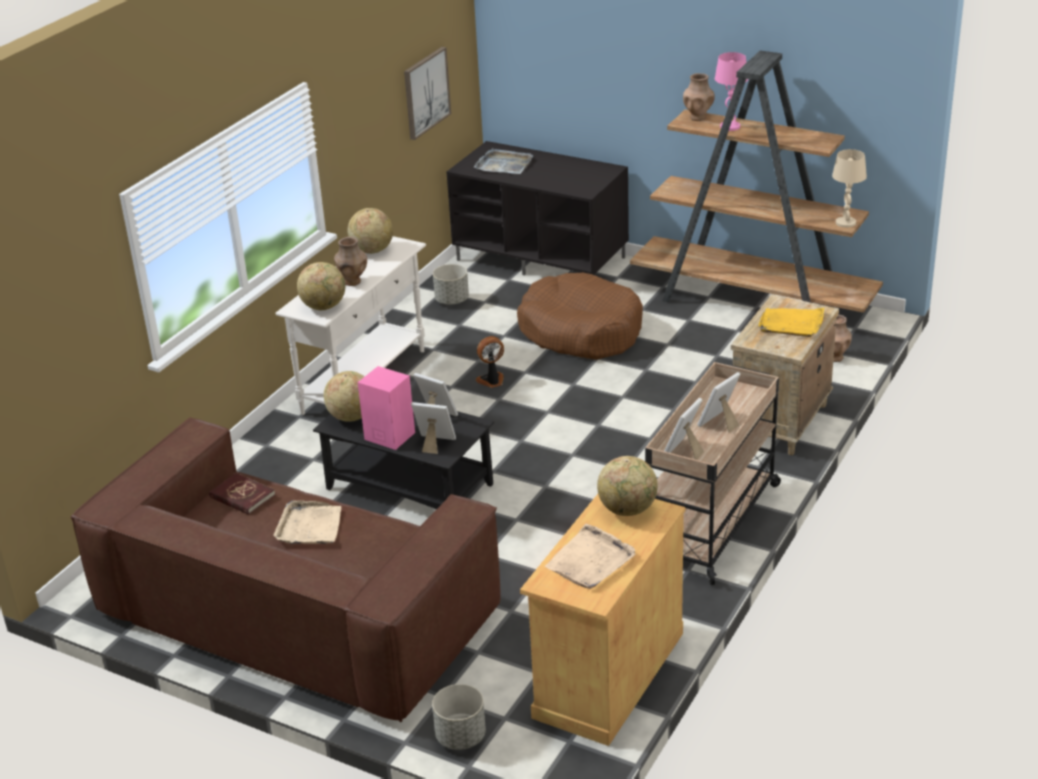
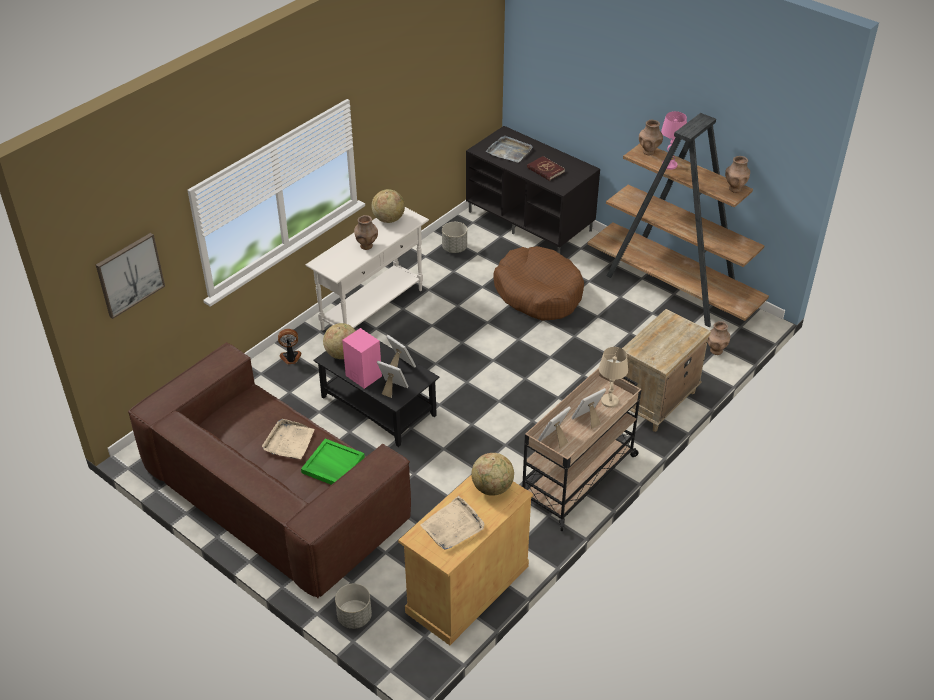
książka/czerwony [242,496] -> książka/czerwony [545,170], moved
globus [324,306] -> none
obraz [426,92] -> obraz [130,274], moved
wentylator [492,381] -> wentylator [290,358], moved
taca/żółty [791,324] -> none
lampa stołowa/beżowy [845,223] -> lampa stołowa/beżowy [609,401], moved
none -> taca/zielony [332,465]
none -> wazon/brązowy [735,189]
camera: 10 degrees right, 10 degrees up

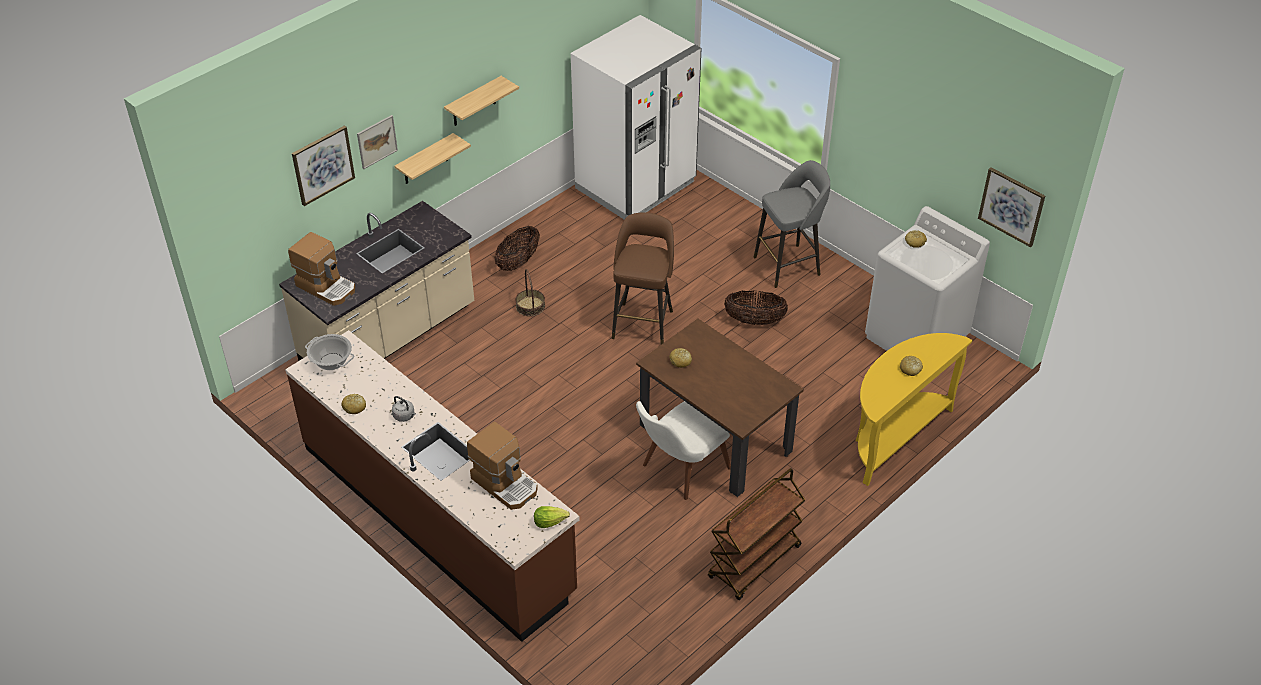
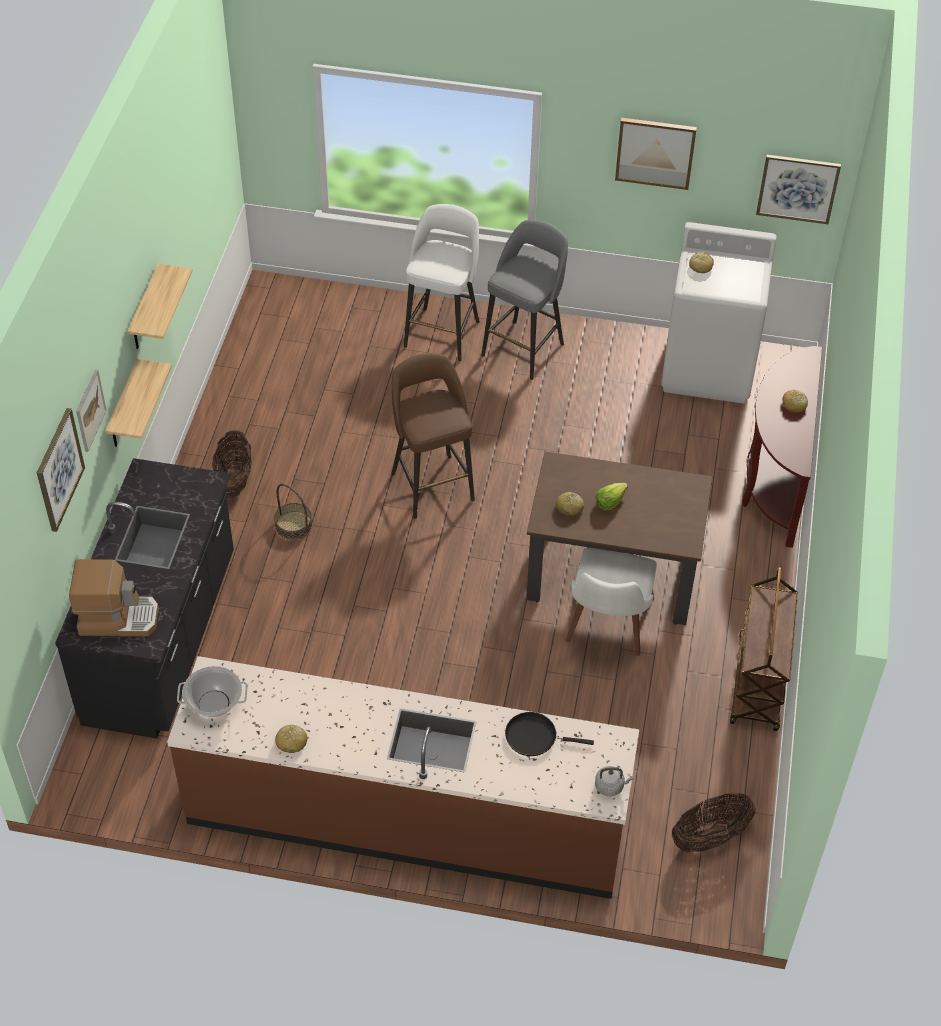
zabudowa kuchenna/beżowy [389,335] -> zabudowa kuchenna/czarny [163,640]
czajnik/szary [405,416] -> czajnik/szary [611,786], moved
ekspres do kawy [505,483] -> patelnia/czarny [535,737]
sałata [550,521] -> sałata [610,501], moved
lodówka/biały [636,185] -> none
koszyk [754,320] -> koszyk [710,837], moved
stolik konsolowy/żółty [894,436] -> stolik konsolowy/brązowy [774,483]
none -> stołek/biały [443,332]
none -> obraz [655,152]
camera: 35 degrees left, 5 degrees up

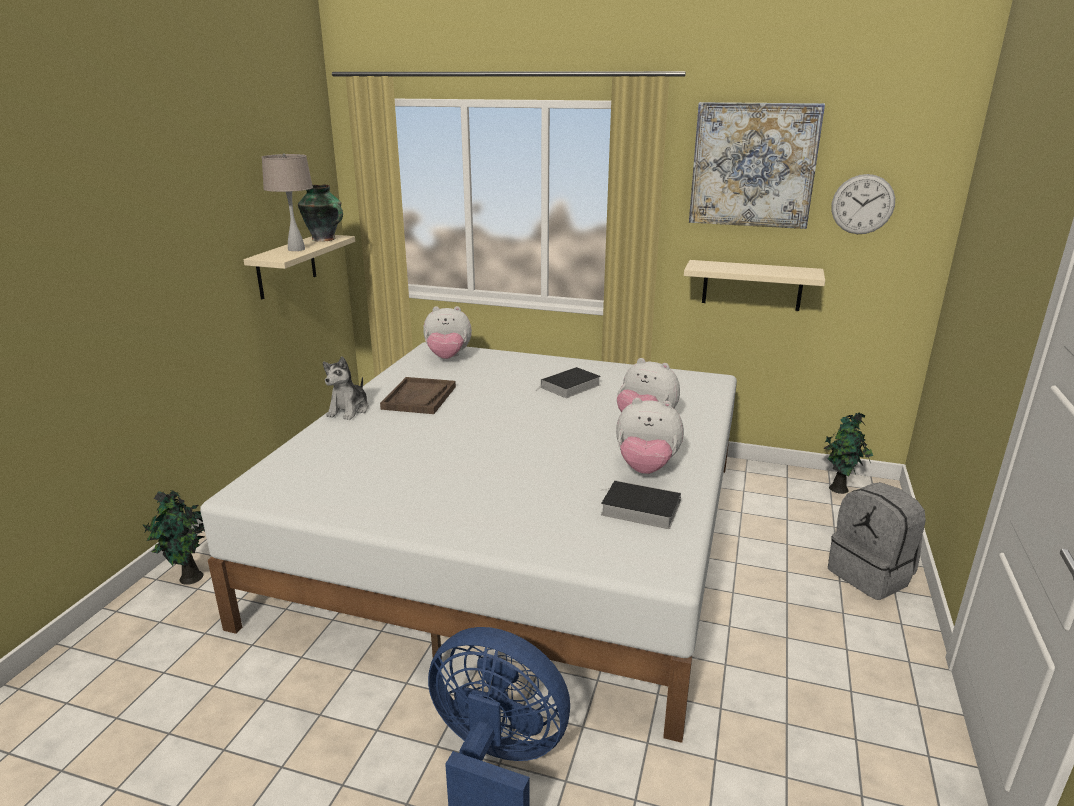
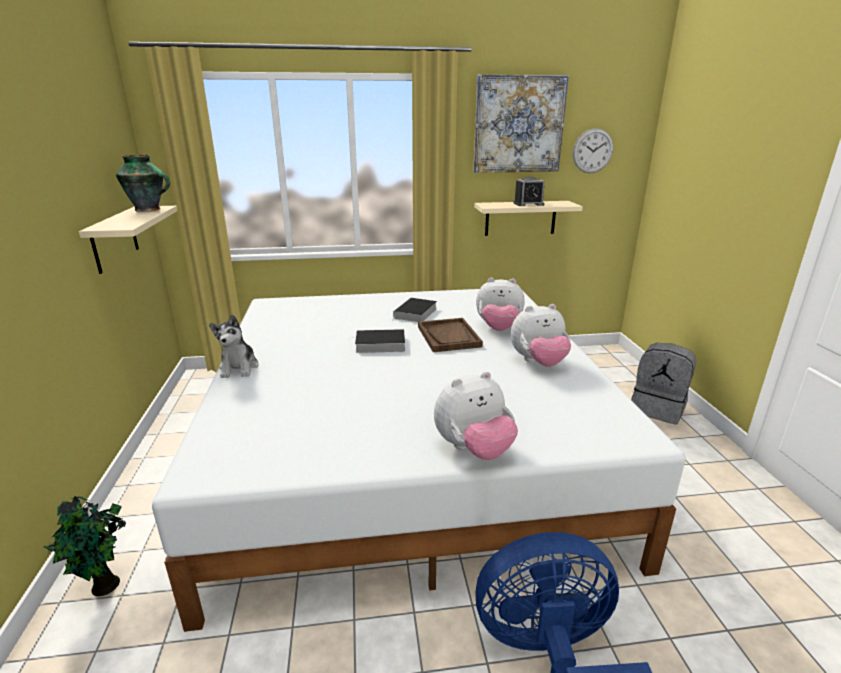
lampa stołowa/beżowy [296,249] -> none
taca/brązowy [419,398] -> taca/brązowy [449,336], moved
pluszak [448,357] -> pluszak [473,449], moved
książka [638,509] -> książka [378,344], moved
roślina doniczkowa [840,489] -> none
none -> budzik [528,204]
camera: 25 degrees left, 0 degrees up

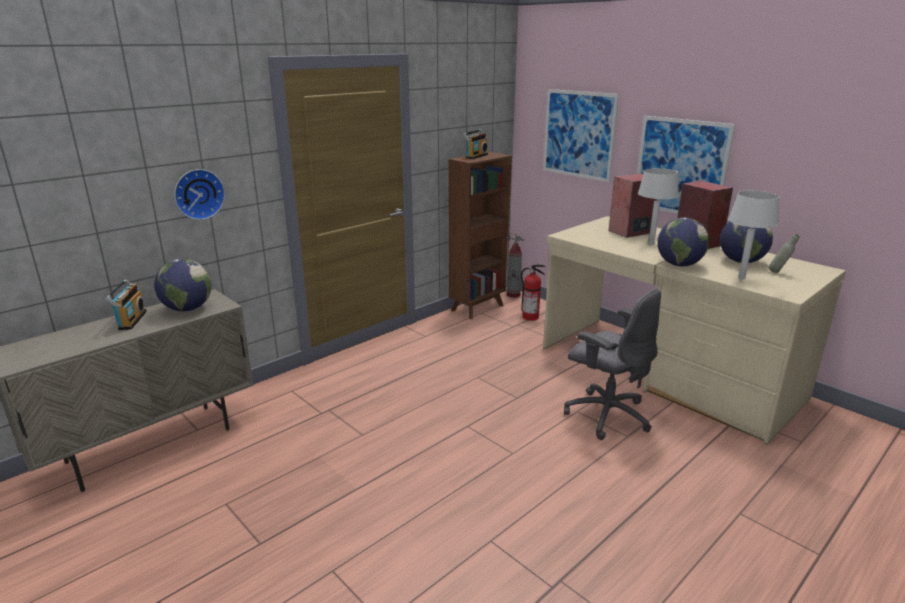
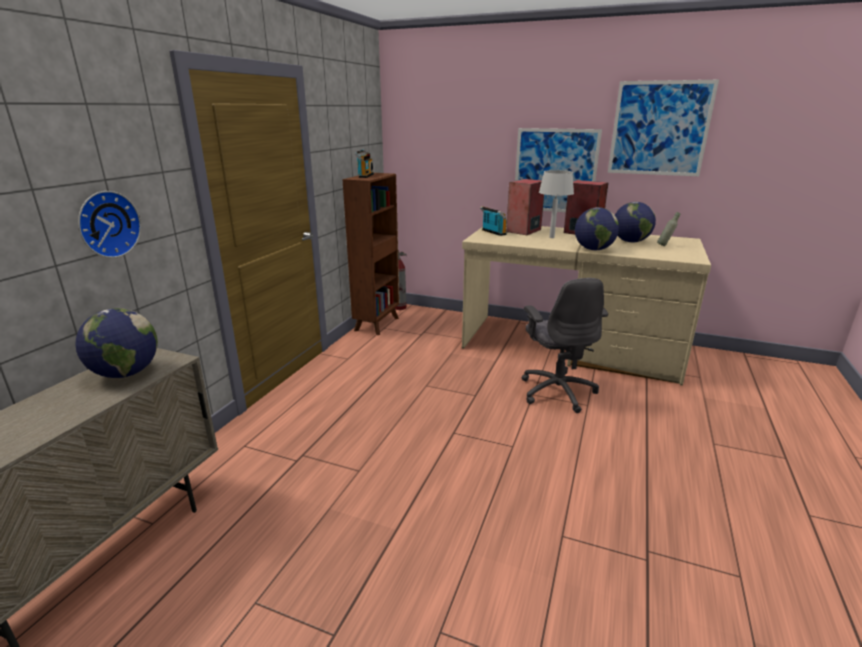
radio [130,320] -> radio [492,232], moved
gaśnica [531,317] -> none
obraz [578,134] -> obraz [659,129], moved
krzesło biurowe/szary [606,414] -> krzesło biurowe/szary [557,391], 60 degrees clockwise
lampa stołowa/szary [741,278] -> none
camera: 25 degrees left, 0 degrees up

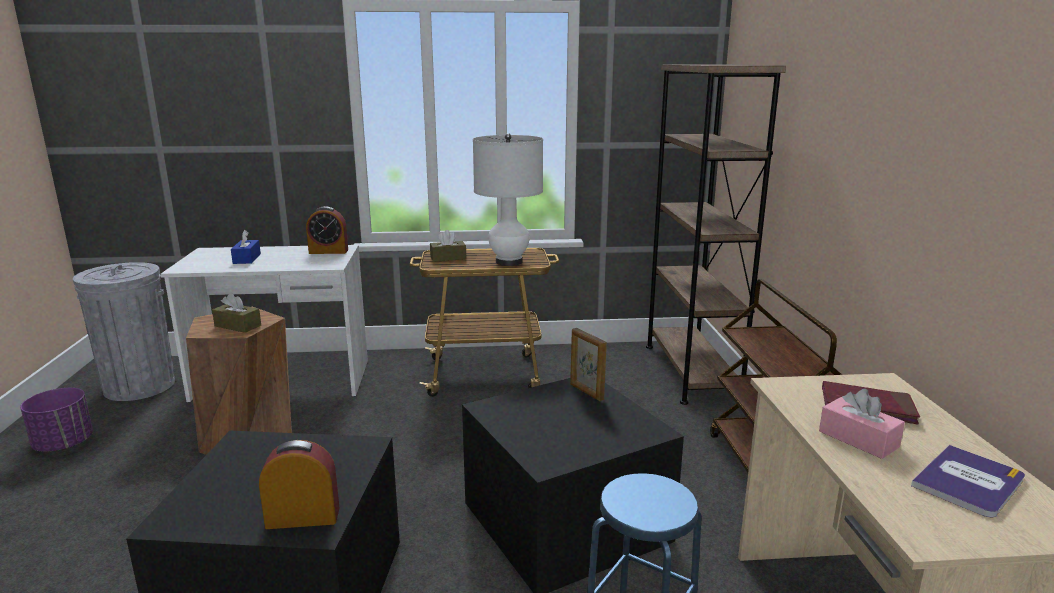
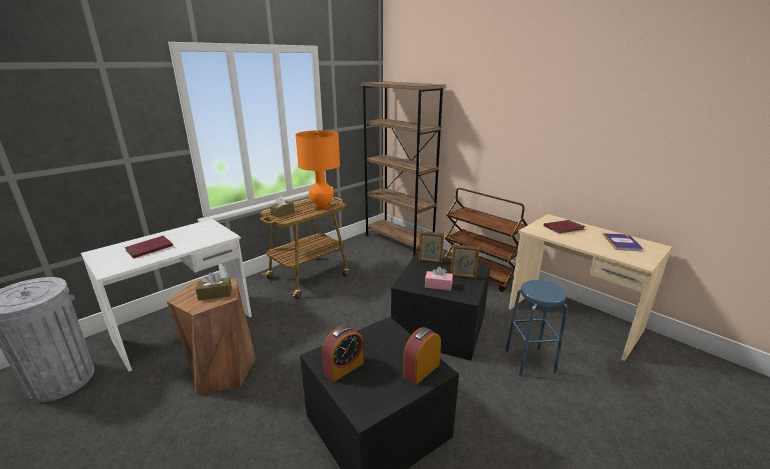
donica/fioletowy [64,444] -> none
pudełko chusteczek/niebieski [247,259] -> książka/czerwony [149,249]
budzik [328,251] -> budzik [344,368], moved
lampa stołowa/biały [509,262] -> lampa stołowa/pomarańczowy [322,207]
pudełko chusteczek/różowy [858,439] -> pudełko chusteczek/różowy [438,285], moved
none -> ramka na zdjęcie [463,276]
camera: 40 degrees left, 5 degrees up

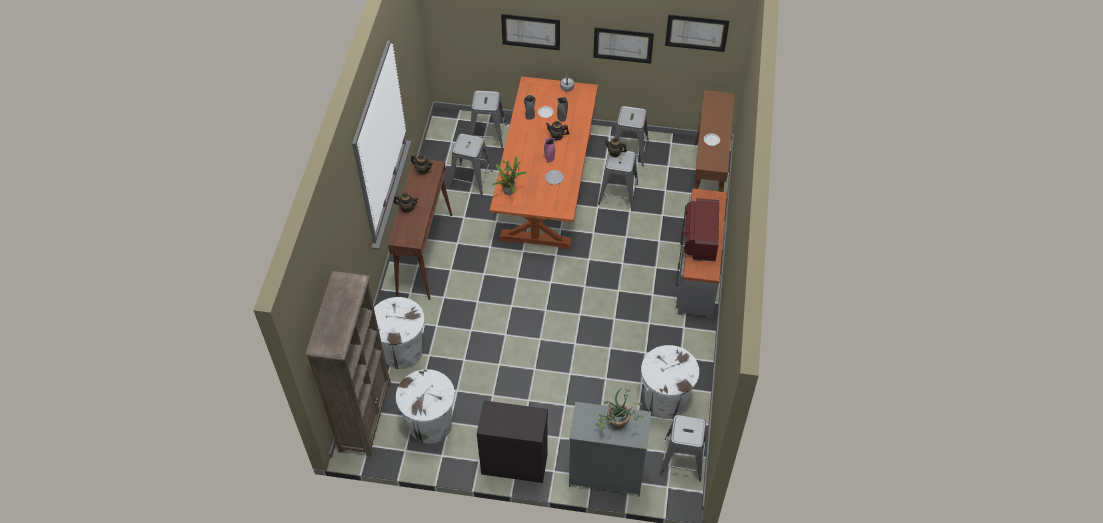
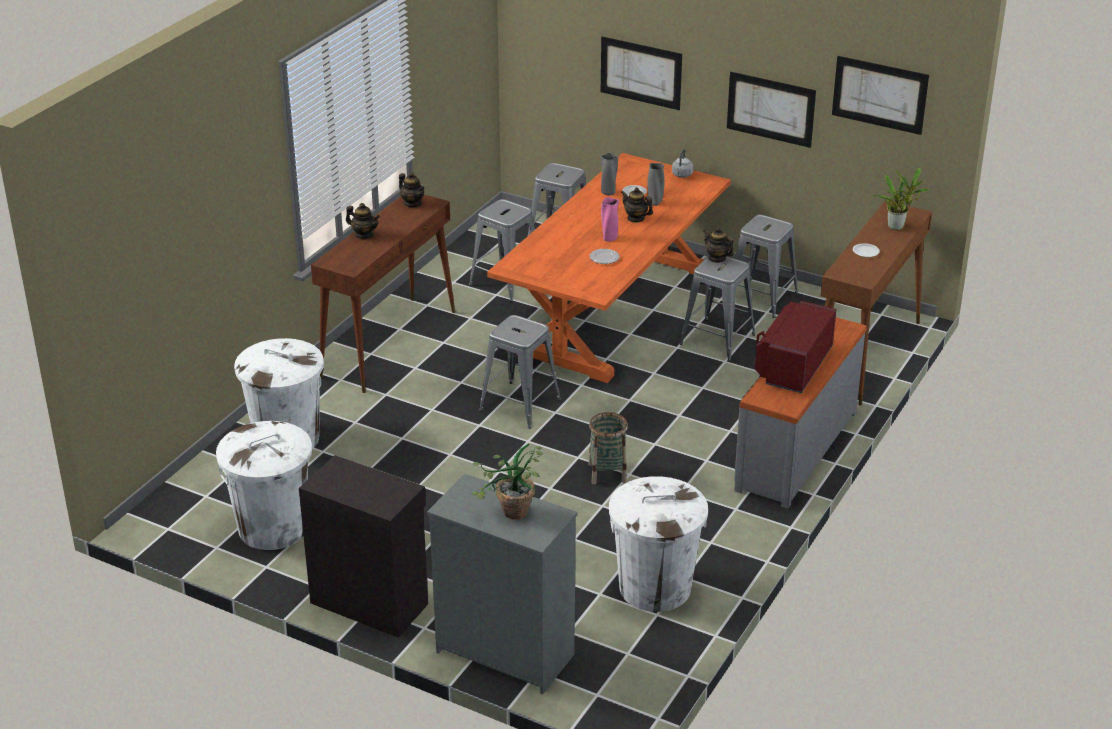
regał/brązowy [365,416] -> none
roślina doniczkowa [509,191] -> roślina doniczkowa [897,226], moved
stołek/szary [683,459] -> stołek/szary [520,405], moved
none -> koszyk [607,473]
camera: 20 degrees right, 20 degrees down

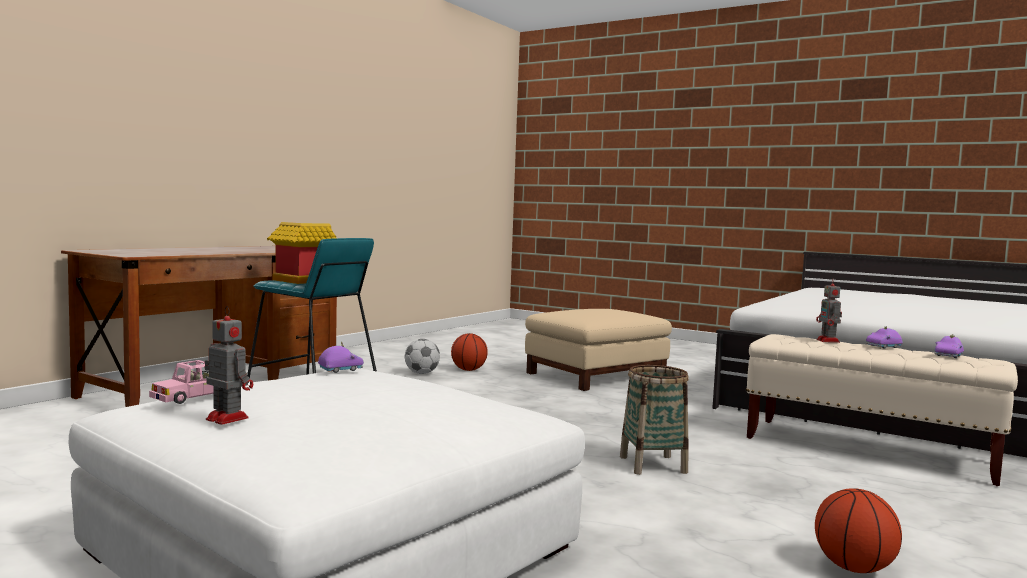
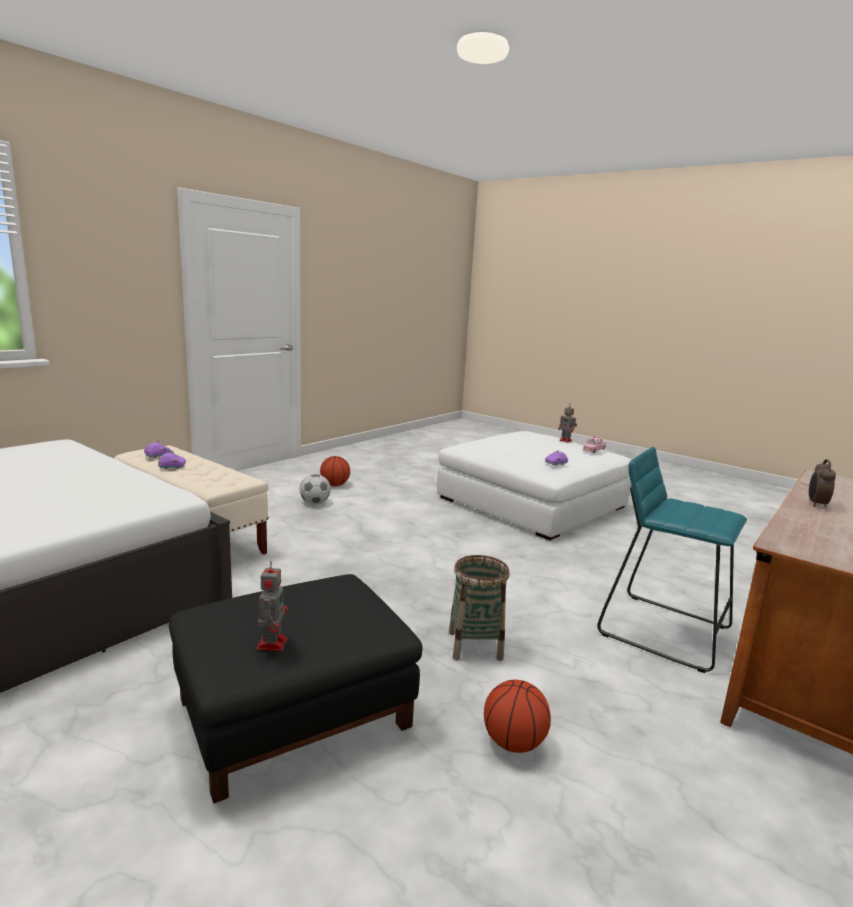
domek [300,281] -> none
piłka futbolowa [421,373] -> piłka futbolowa [315,503], moved
pufa/beżowy [595,375] -> pufa/czarny [294,714]
koszyk [653,465] -> koszyk [475,645], moved
robot zabawkowy [828,341] -> robot zabawkowy [272,643], moved
none -> budzik [816,504]
camera: 175 degrees left, 10 degrees up

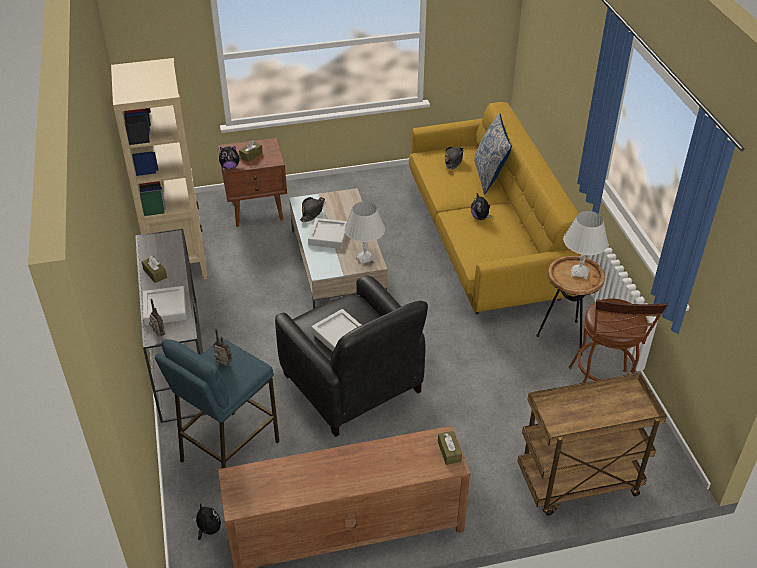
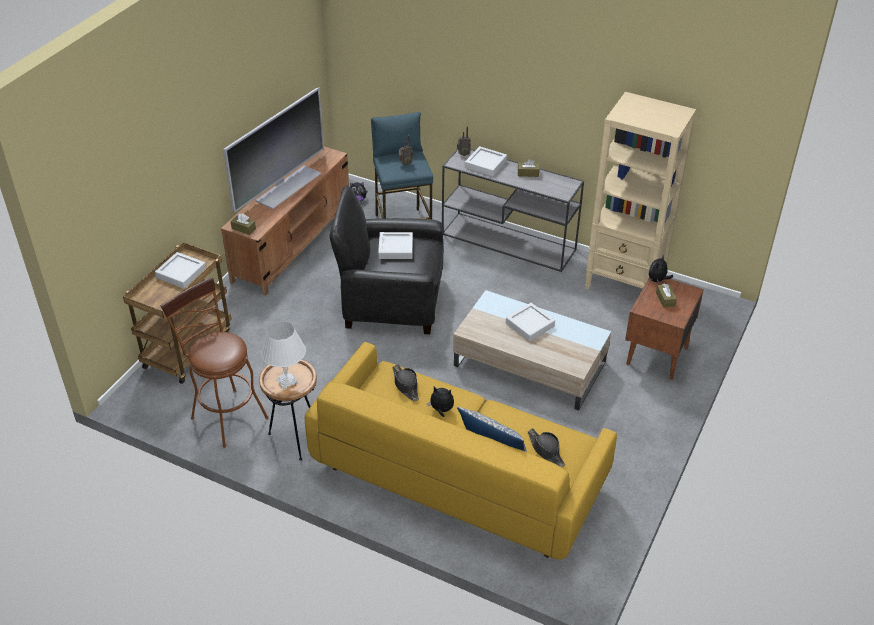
kapelusz/czarny [312,212] -> kapelusz/czarny [406,385], moved
lampa stołowa/biały [365,259] -> none
none -> taca/szary [181,273]
none -> telewizor [287,186]
camera: 130 degrees right, 0 degrees up

